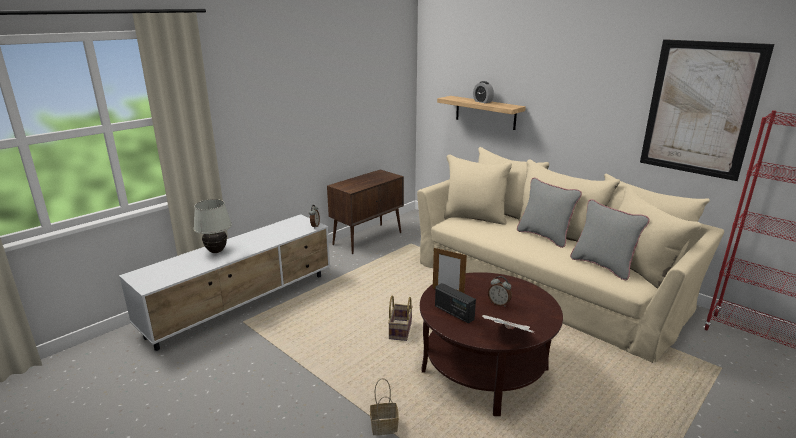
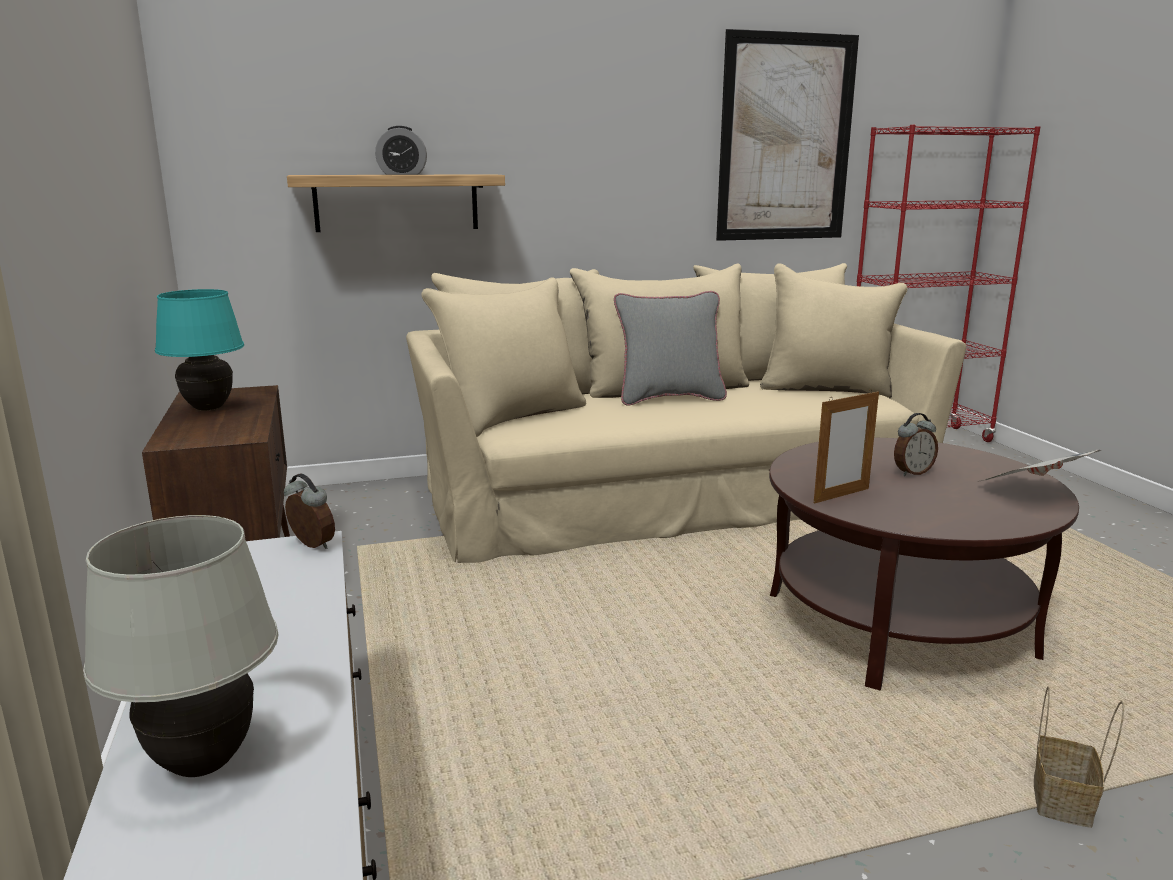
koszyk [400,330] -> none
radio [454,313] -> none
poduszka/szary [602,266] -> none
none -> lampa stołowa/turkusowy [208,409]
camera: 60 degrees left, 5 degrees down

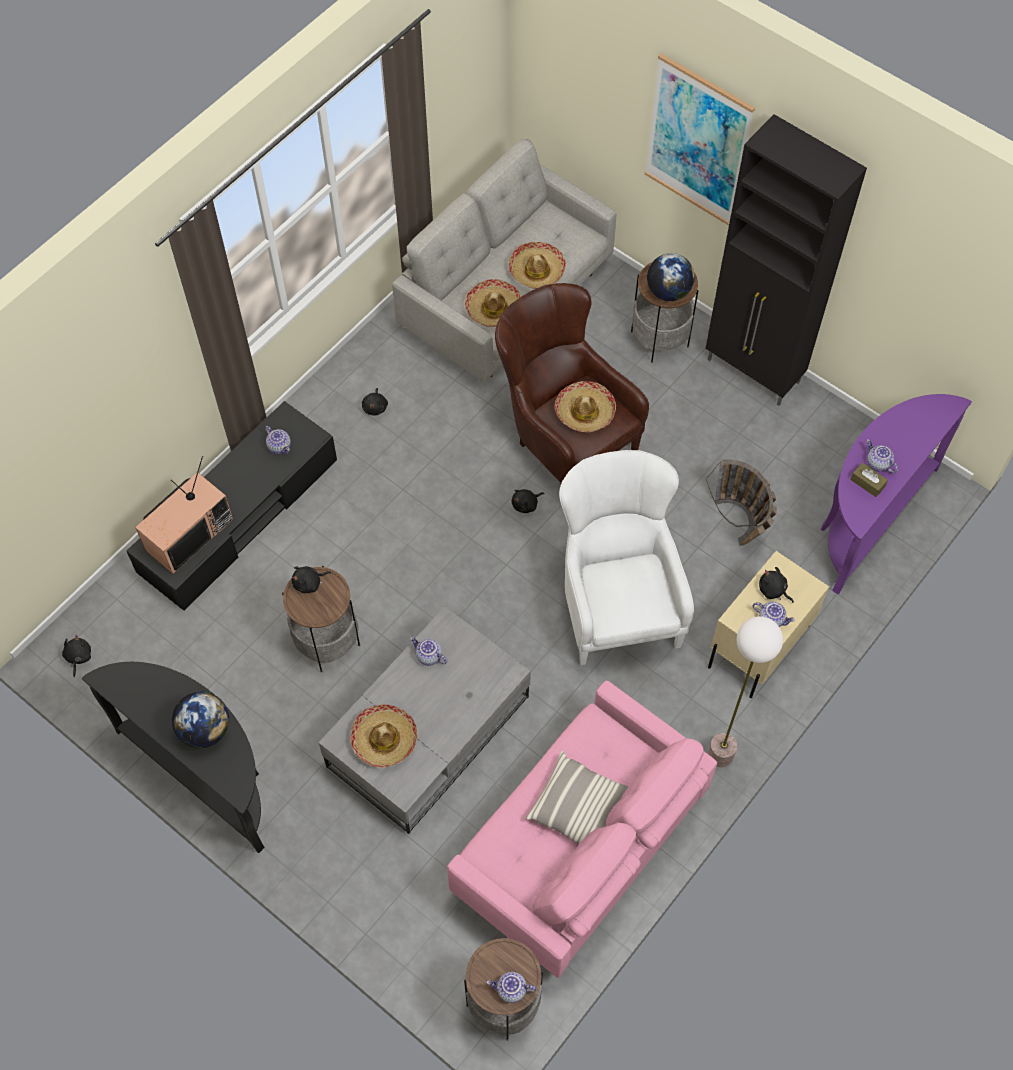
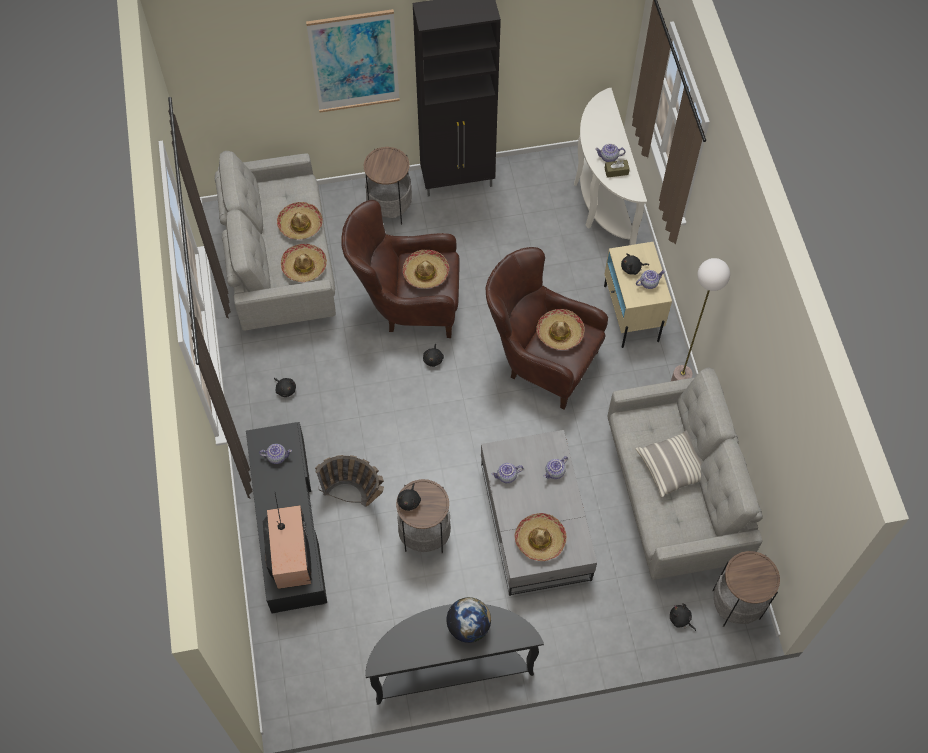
pluszak/czarny [78,657] -> pluszak/czarny [680,619], moved
kanapa/różowy [578,846] -> kanapa/szary [674,495]
imbryk [511,990] -> imbryk [555,472], moved
fotel/biały [617,601] -> fotel/brązowy [540,360]
globus [668,291] -> none
koszyk [741,530] -> koszyk [356,497], moved
stolik konsolowy/fioletowy [867,517] -> stolik konsolowy/biały [600,201]
none -> kapelusz [560,333]
camera: 50 degrees left, 0 degrees up

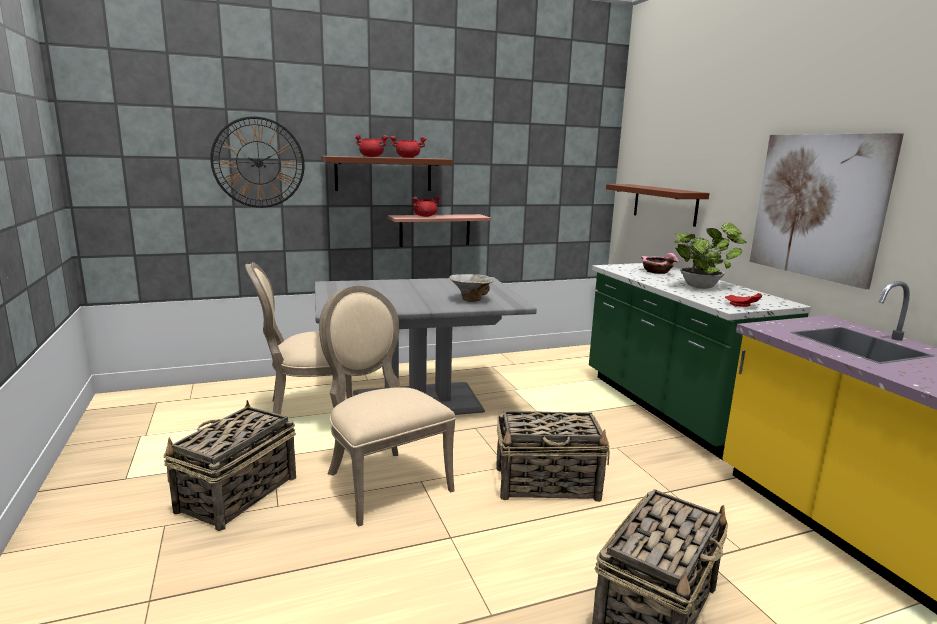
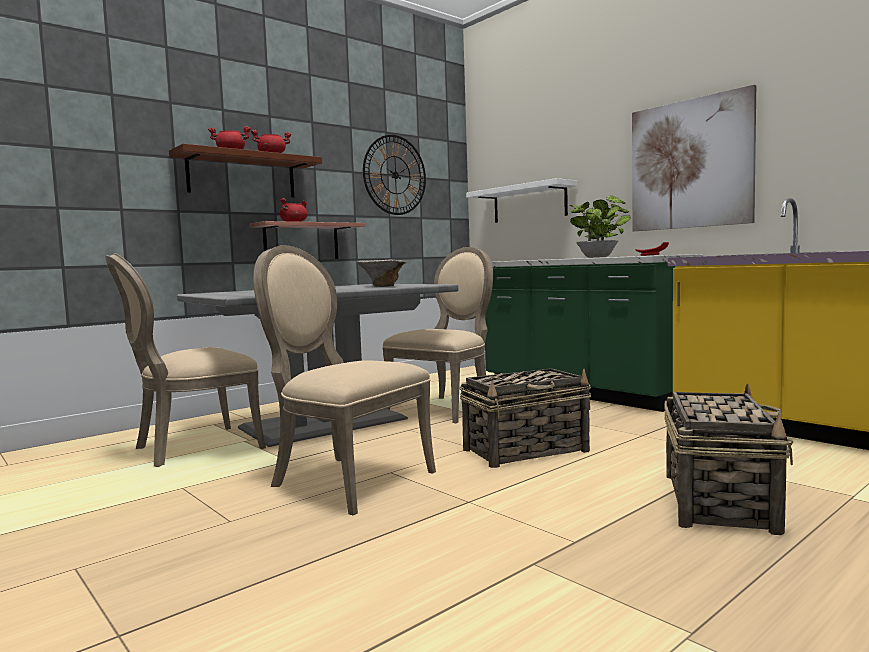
koszyk [236,494] -> none
zegar ścienny [258,162] -> zegar ścienny [395,175], moved
półka/brązowy [664,204] -> półka/biały [529,203]
miska/różowy [656,272] -> none
none -> krzesło/beżowy [446,408]
camera: 20 degrees left, 10 degrees down

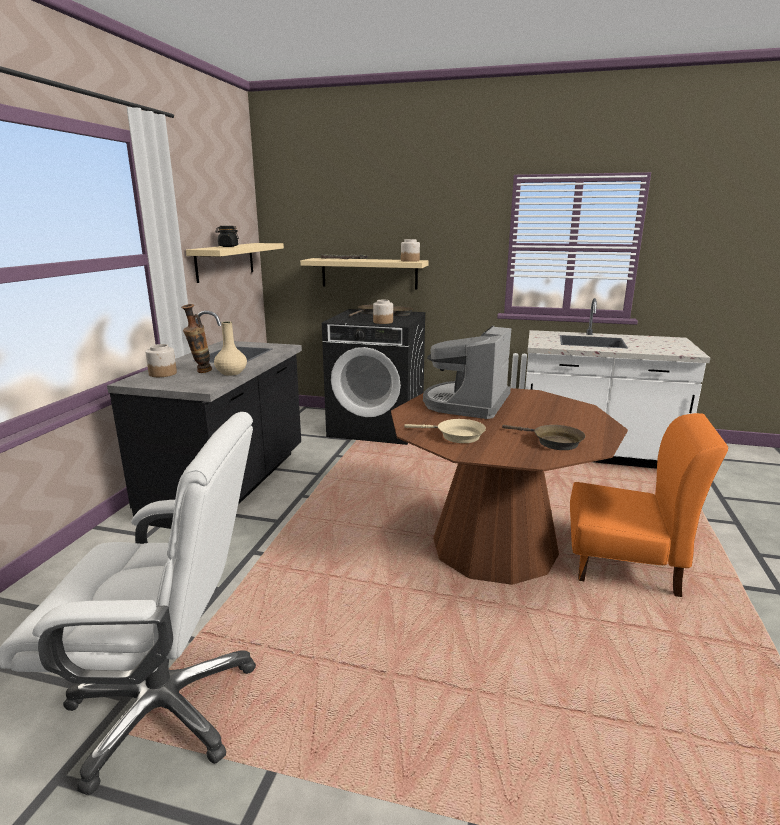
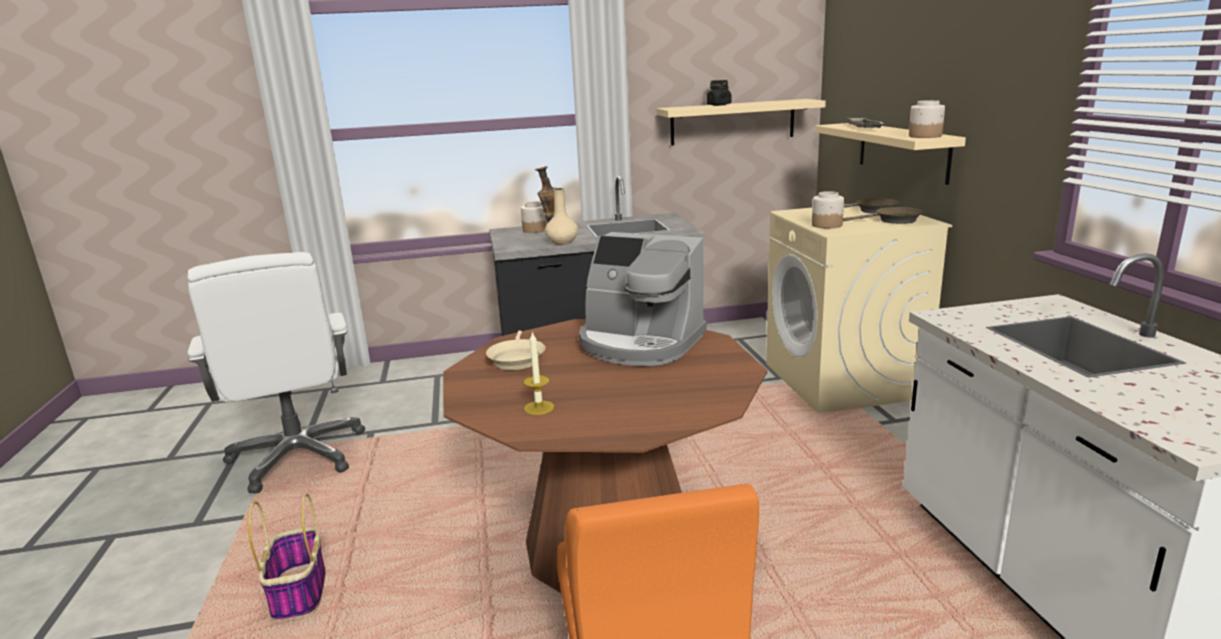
pralka/czarny [377,427] -> pralka/beżowy [843,381]
ekspres do kawy [466,403] -> ekspres do kawy [640,343], 150 degrees counterclockwise
patelnia/brązowy [553,442] -> świeca [539,408]
none -> koszyk [299,592]
camera: 65 degrees right, 0 degrees up

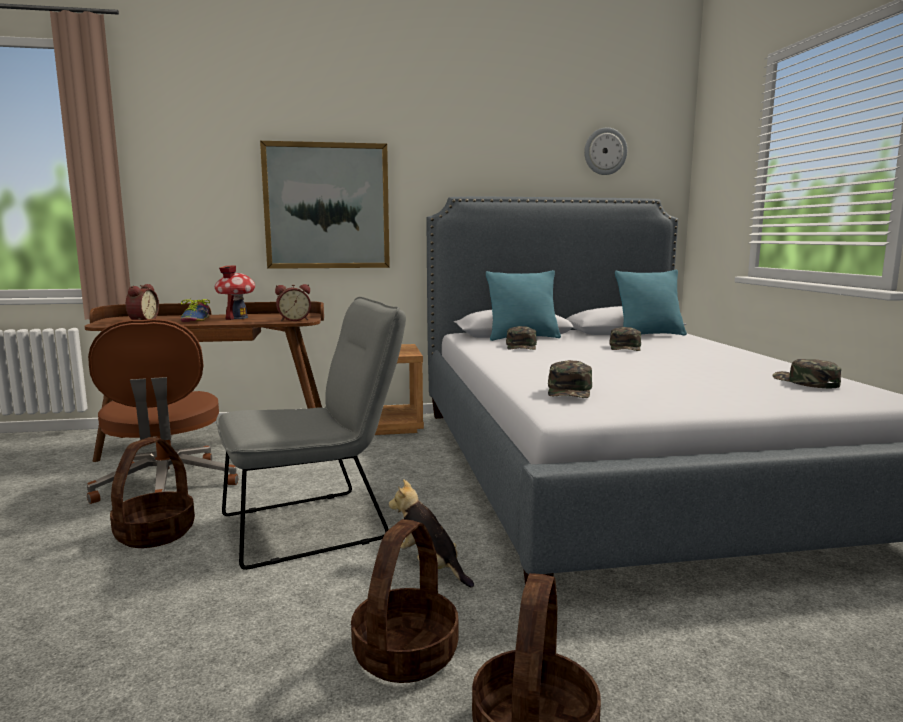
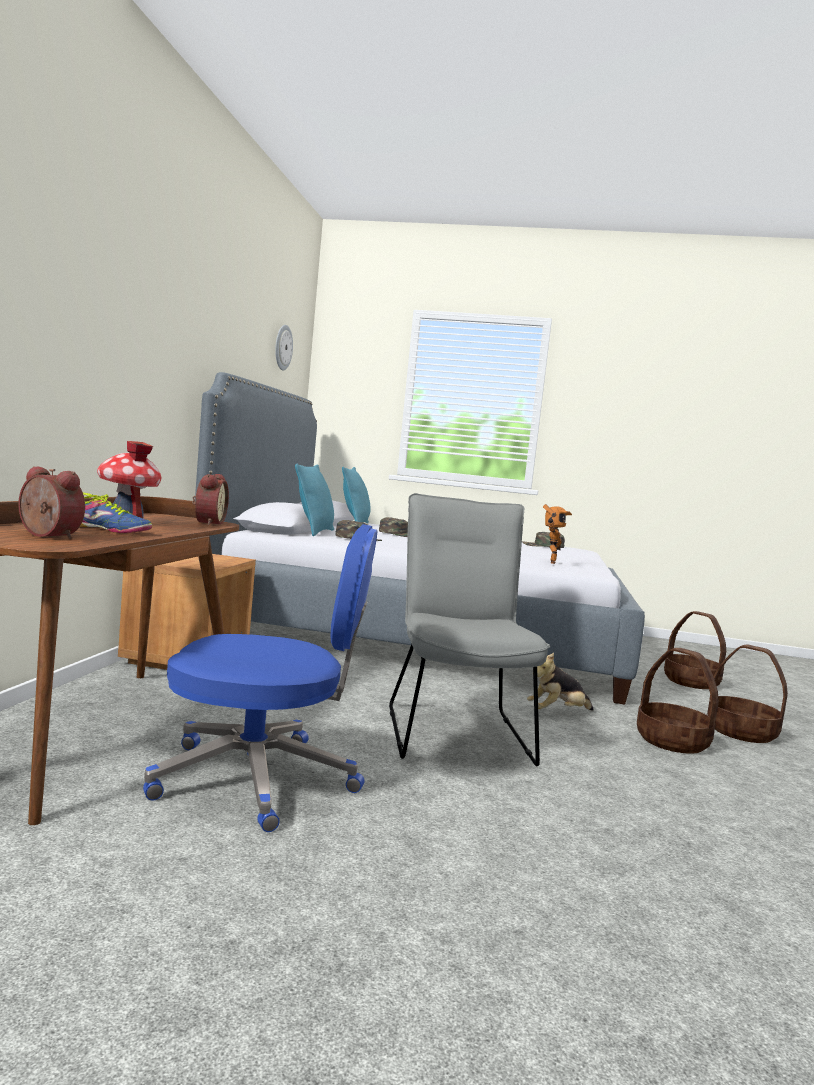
krzesło biurowe/brązowy [166,486] -> krzesło biurowe/niebieski [259,779]
koszyk [155,534] -> koszyk [692,682], moved
obraz [327,206] -> none
czapka z daszkiem/zielony [570,390] -> robot zabawkowy [549,562]
camera: 70 degrees left, 5 degrees down

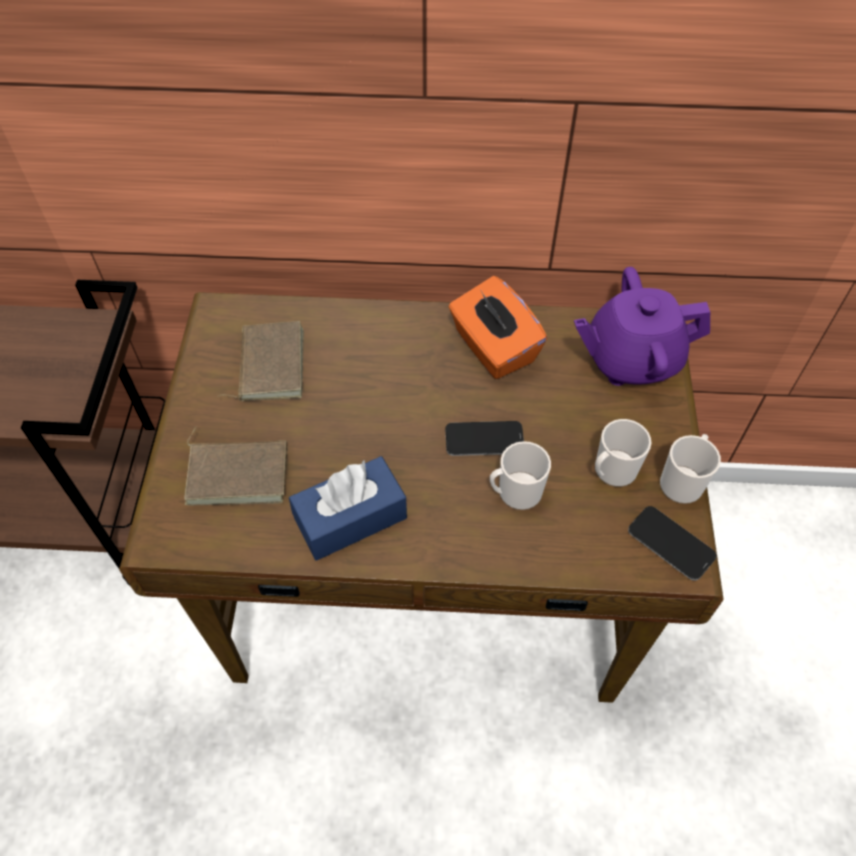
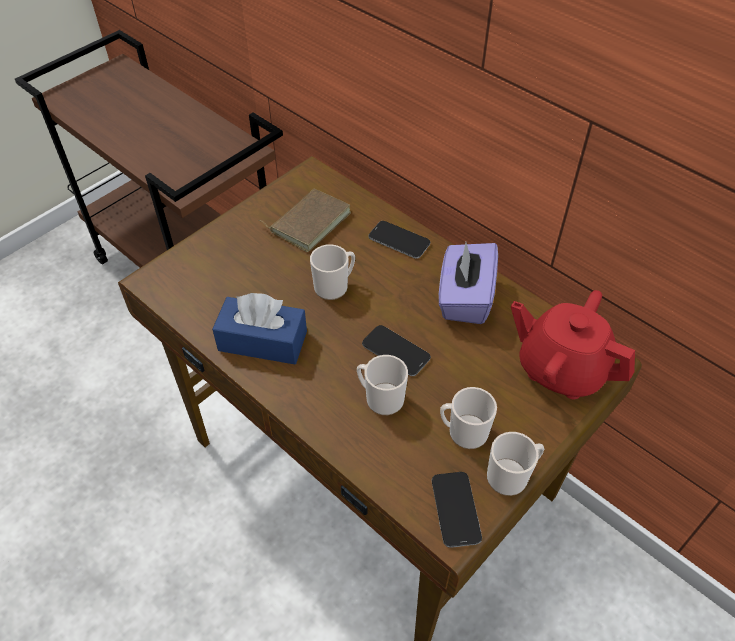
książka/brązowy [239,472] -> none
pudełko chusteczek/pomarańczowy [493,348] -> pudełko chusteczek/fioletowy [464,298]
imbryk/fioletowy [631,360] -> imbryk/czerwony [561,369]
none -> kubek [334,286]
none -> telefon [399,240]
camera: 40 degrees right, 5 degrees down

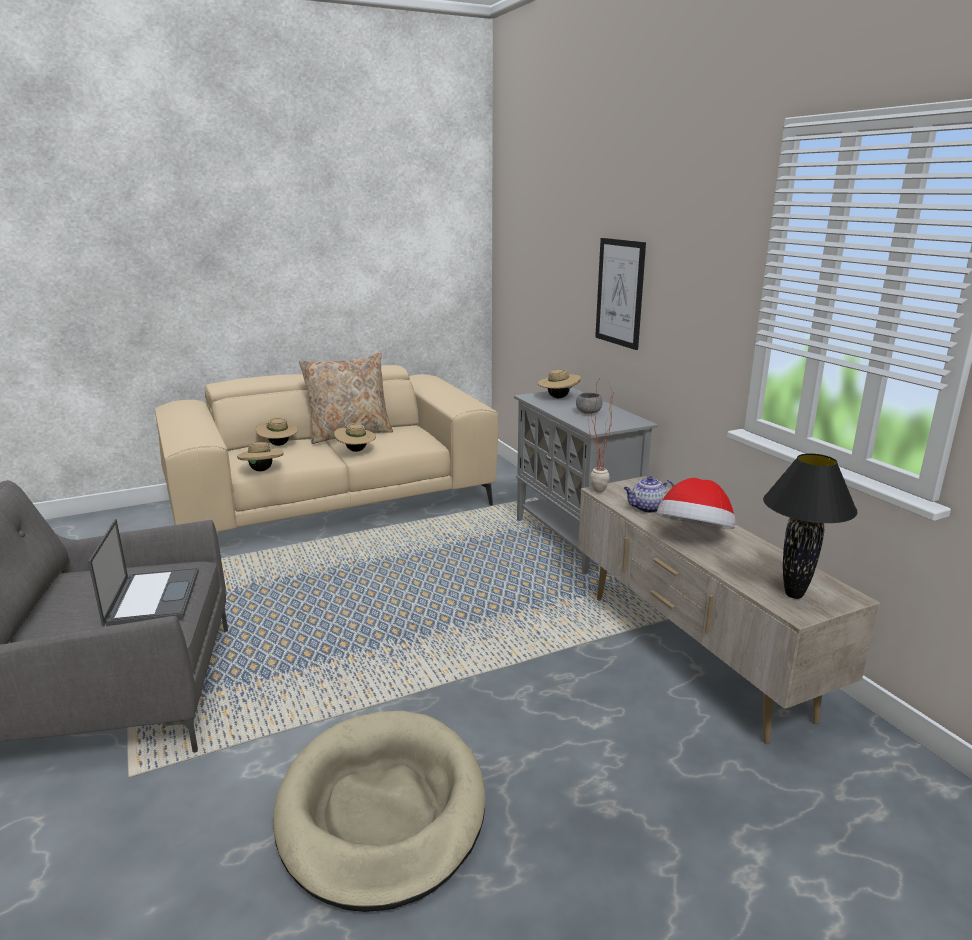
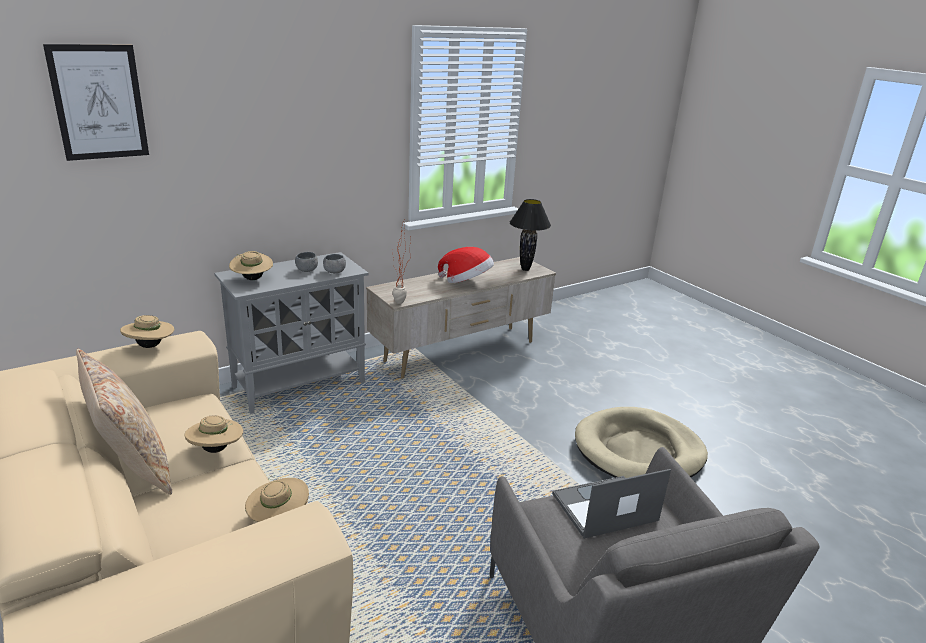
kapelusz/beżowy [278,445] -> kapelusz/beżowy [150,346], moved
obraz [620,292] -> obraz [99,102], moved
imbryk [647,508] -> none
none -> miska/szary [334,272]
camera: 100 degrees left, 5 degrees up

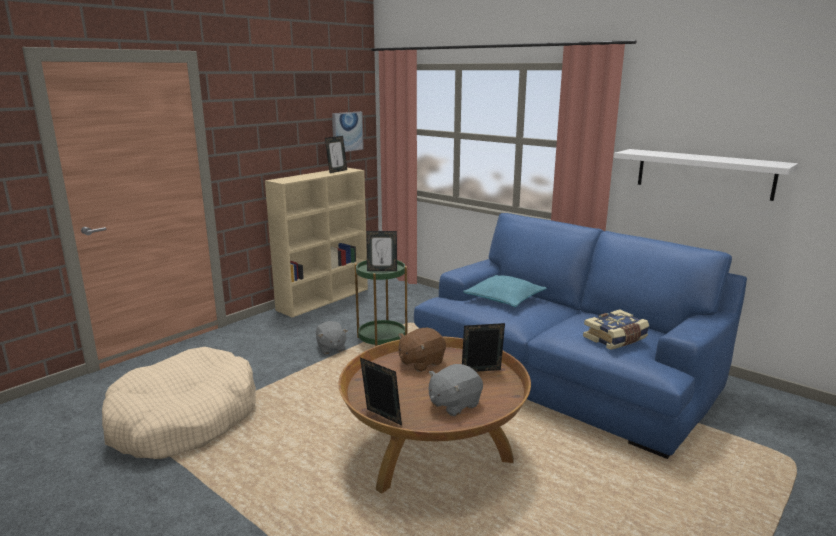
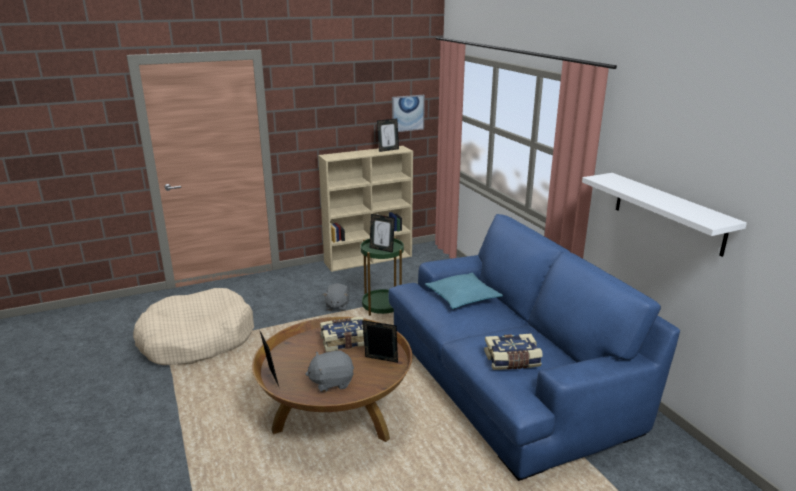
pluszak/brązowy [421,362] -> książka [344,340]
camera: 25 degrees right, 5 degrees up

